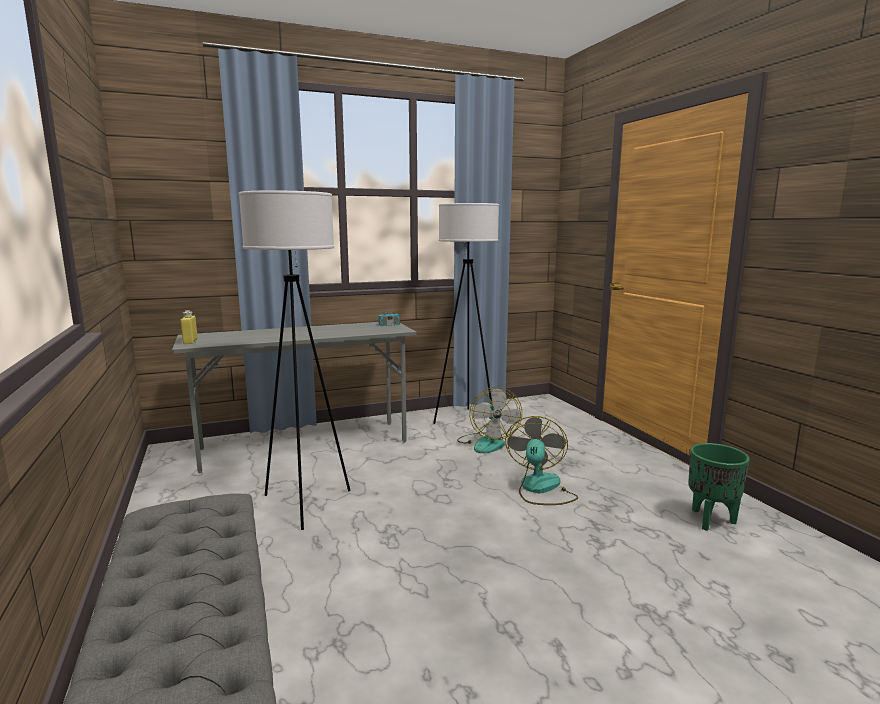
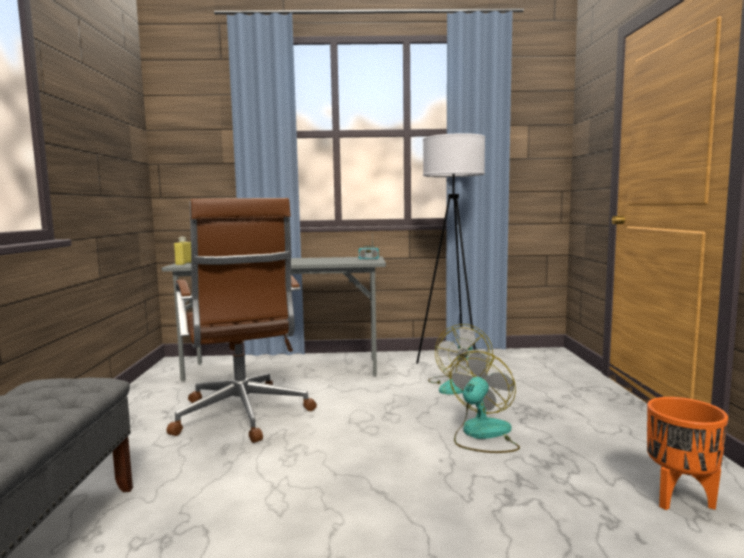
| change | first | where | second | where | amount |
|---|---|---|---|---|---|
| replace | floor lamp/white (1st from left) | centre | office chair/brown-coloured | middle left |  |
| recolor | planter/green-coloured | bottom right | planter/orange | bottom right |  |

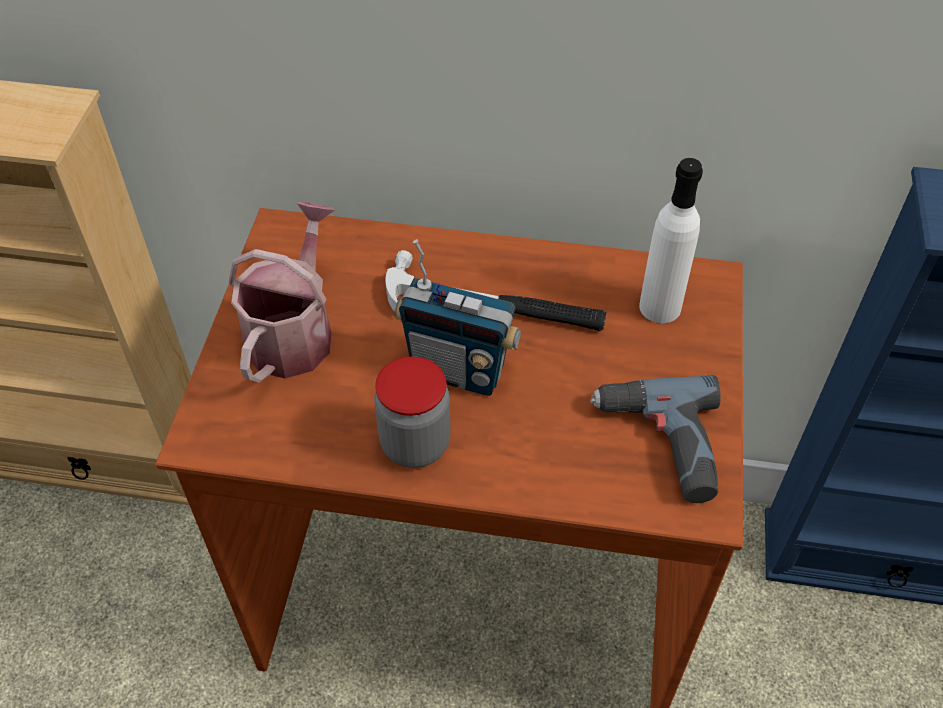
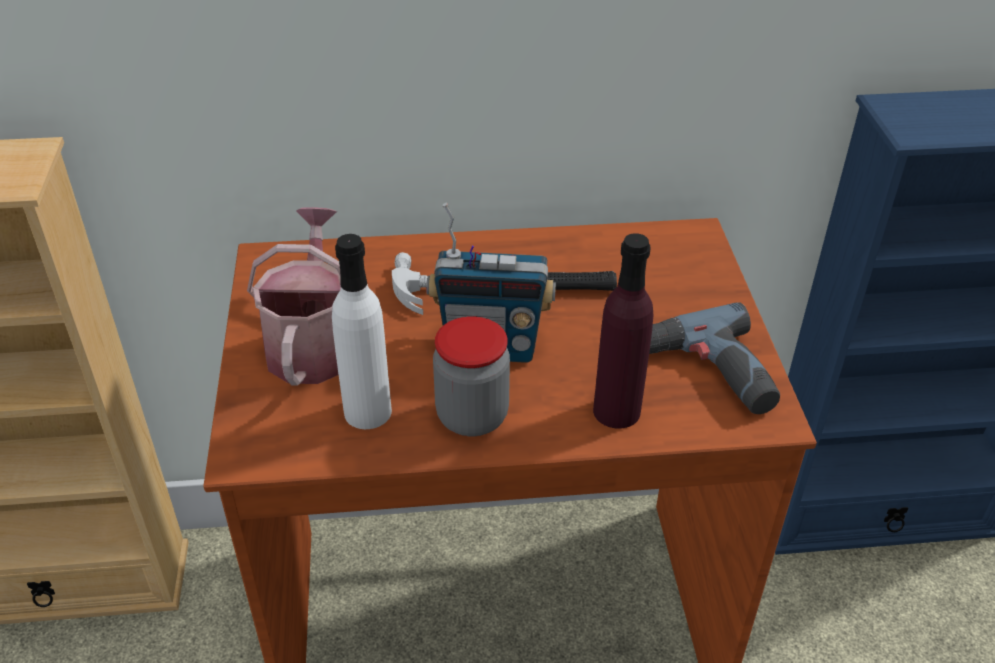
| change | first | where | second | where | amount |
|---|---|---|---|---|---|
| insert |  |  | beverage bottle/purple-coloured | centre |  |
| move | beverage bottle/white | middle right |  | centre |  |

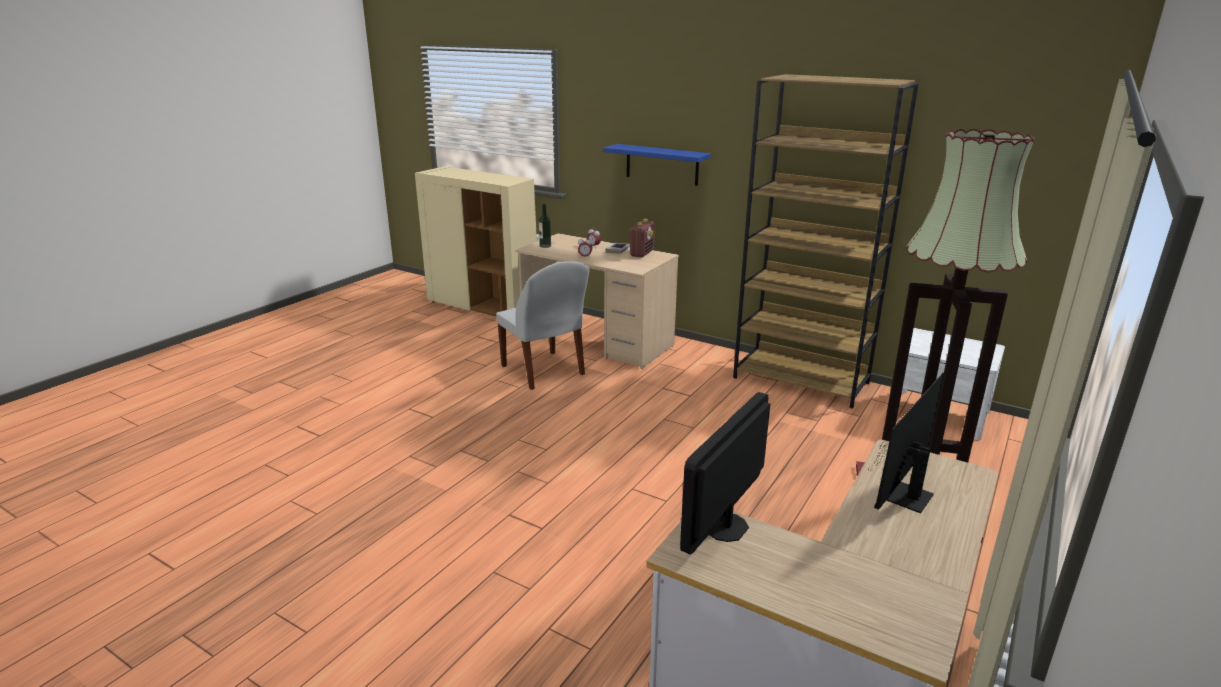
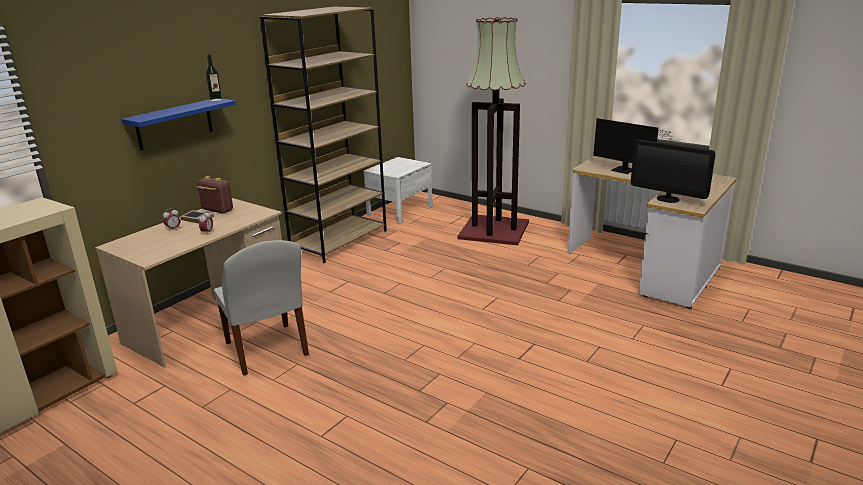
| change | first | where | second | where | amount |
|---|---|---|---|---|---|
| move | beverage bottle | top centre |  | top left |  |
| rotate | plain chair/white | centre |  | middle left | 90 degrees clockwise |

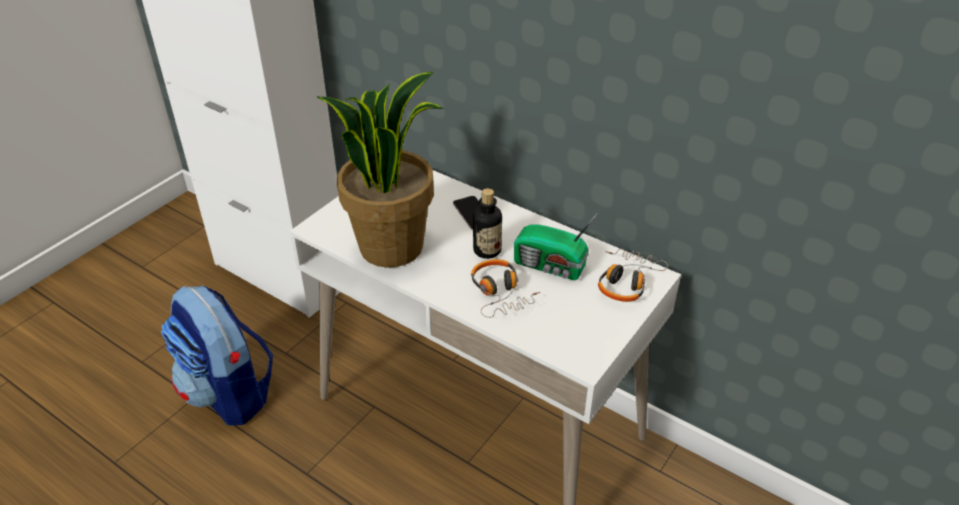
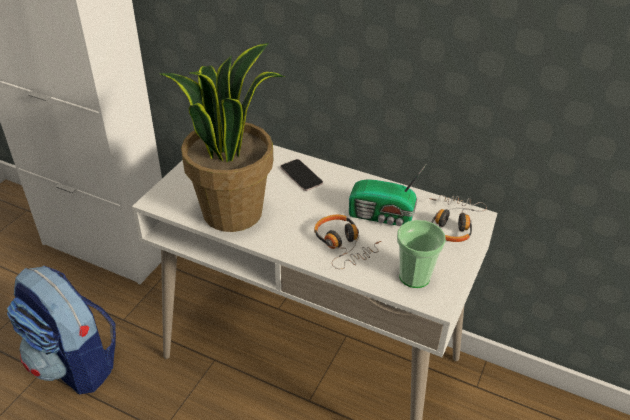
| change | first | where | second | where | amount |
|---|---|---|---|---|---|
| delete | beverage bottle | centre |  |  |  |
| insert |  |  | drinking cup | middle right |  |

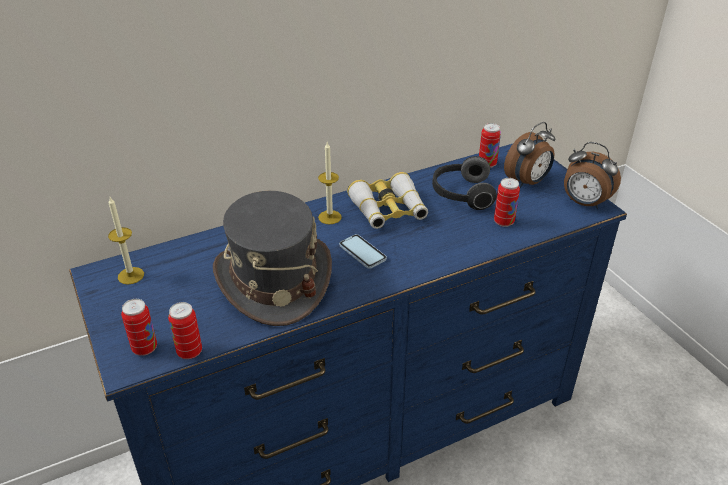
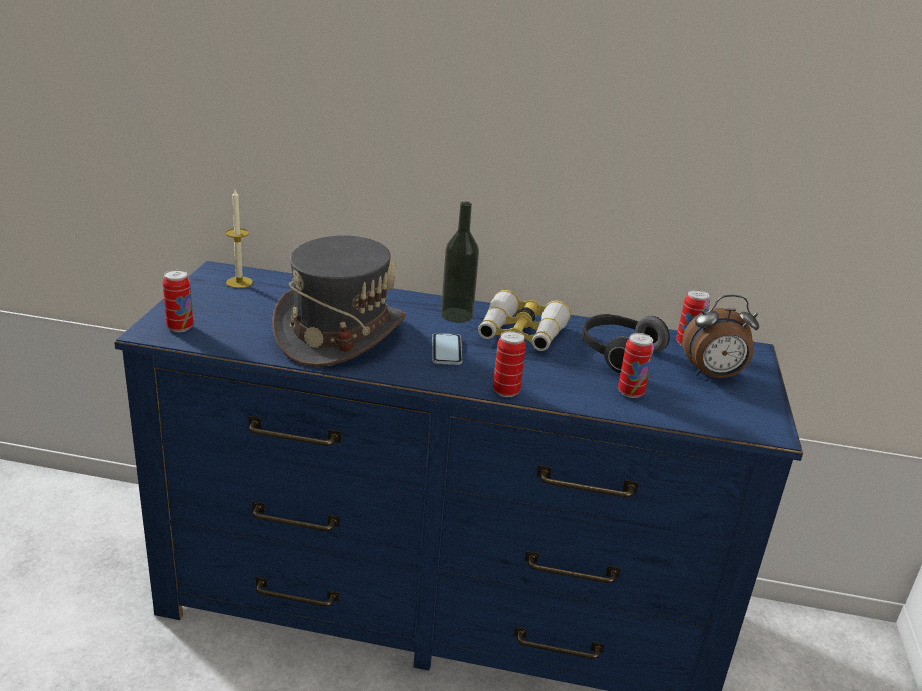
| change | first | where | second | where | amount |
|---|---|---|---|---|---|
| delete | table clock (2nd from left) | middle right |  |  |  |
| move | metal can (2nd from left) | bottom left |  | centre |  |
| replace | candle (2nd from left) | centre | beverage bottle | centre |  |

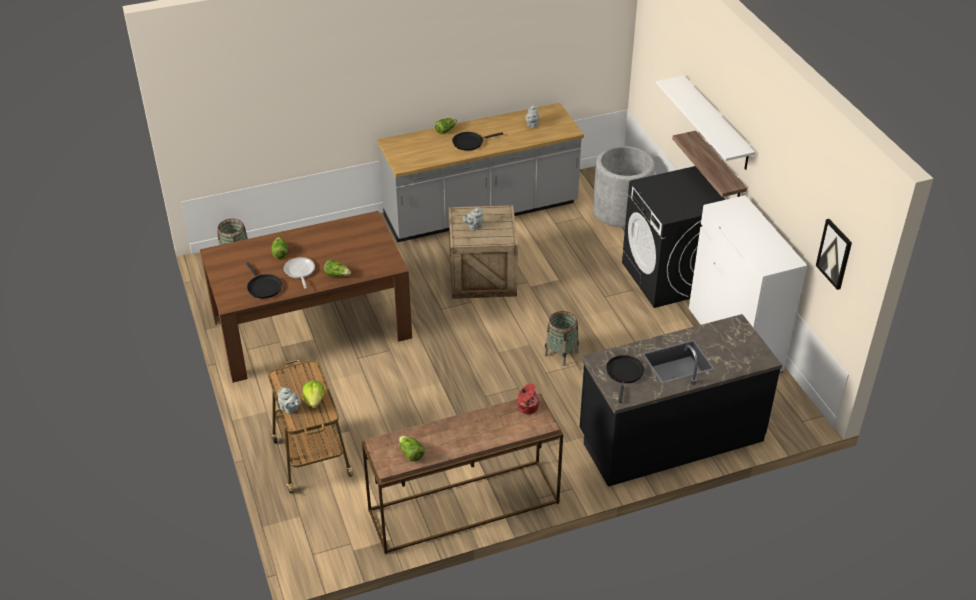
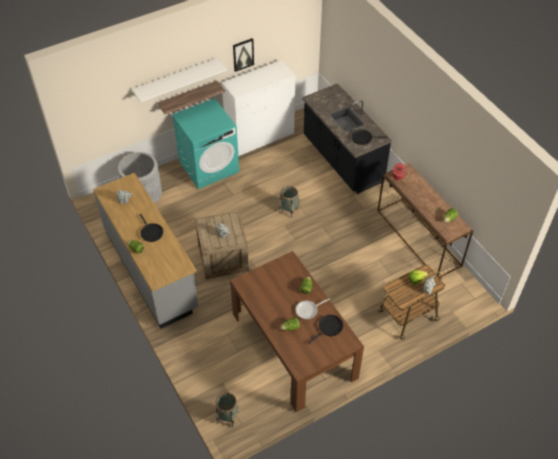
| change | first | where | second | where | amount |
|---|---|---|---|---|---|
| move | wall art | middle right |  | top centre |  |
| recolor | laundry machine/black-coloured | middle right | laundry machine/turquoise | top centre |  |

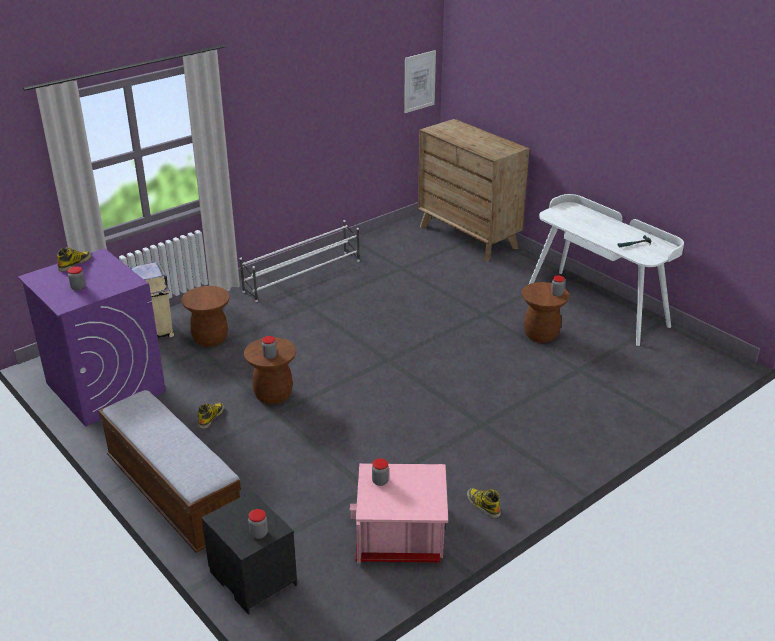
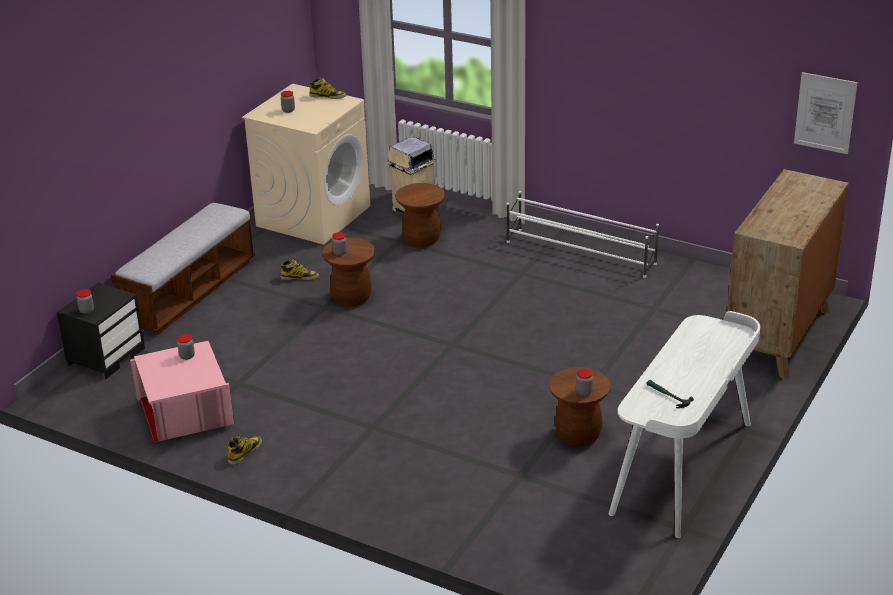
| change | first | where | second | where | amount |
|---|---|---|---|---|---|
| recolor | laundry machine/purple-coloured | middle left | laundry machine/beige | top centre |  |

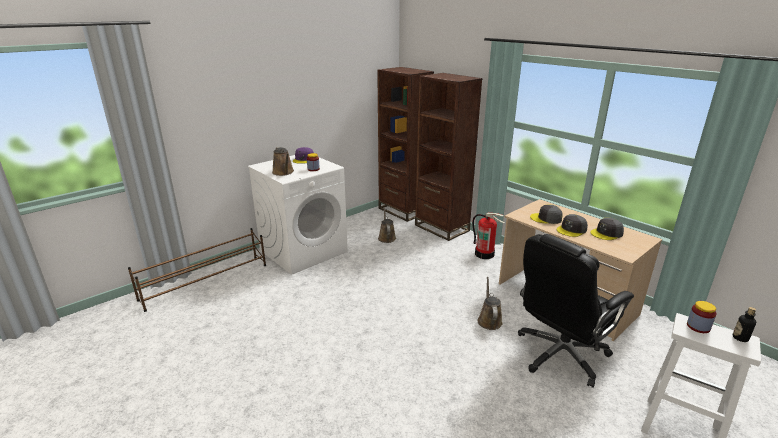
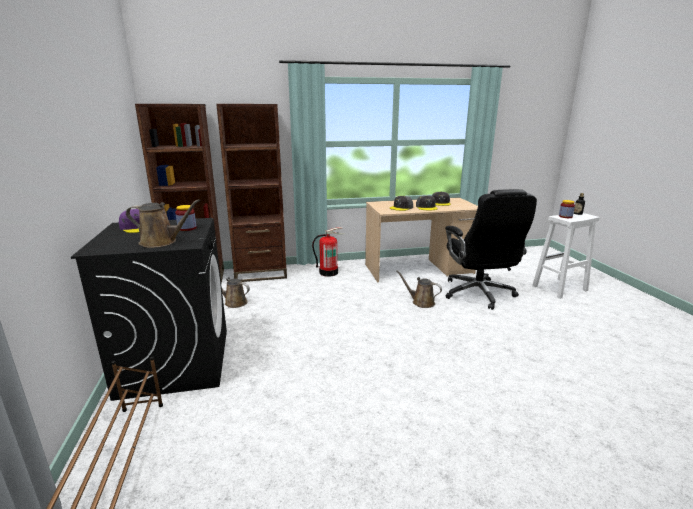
| change | first | where | second | where | amount |
|---|---|---|---|---|---|
| recolor | laundry machine/white | centre | laundry machine/black-coloured | middle left |  |

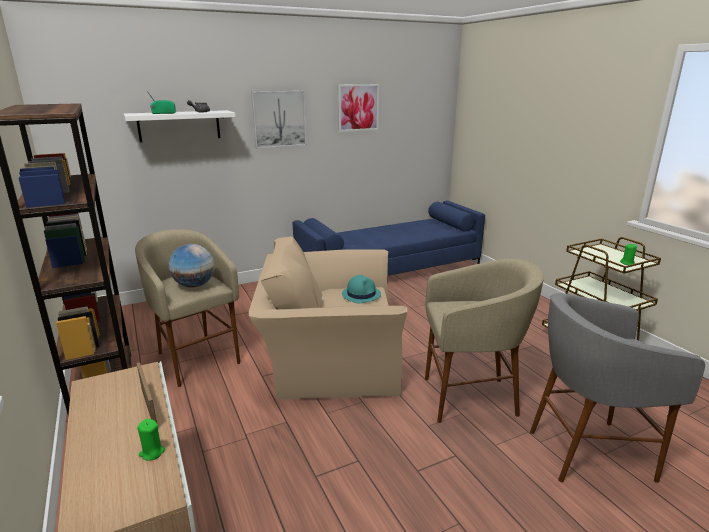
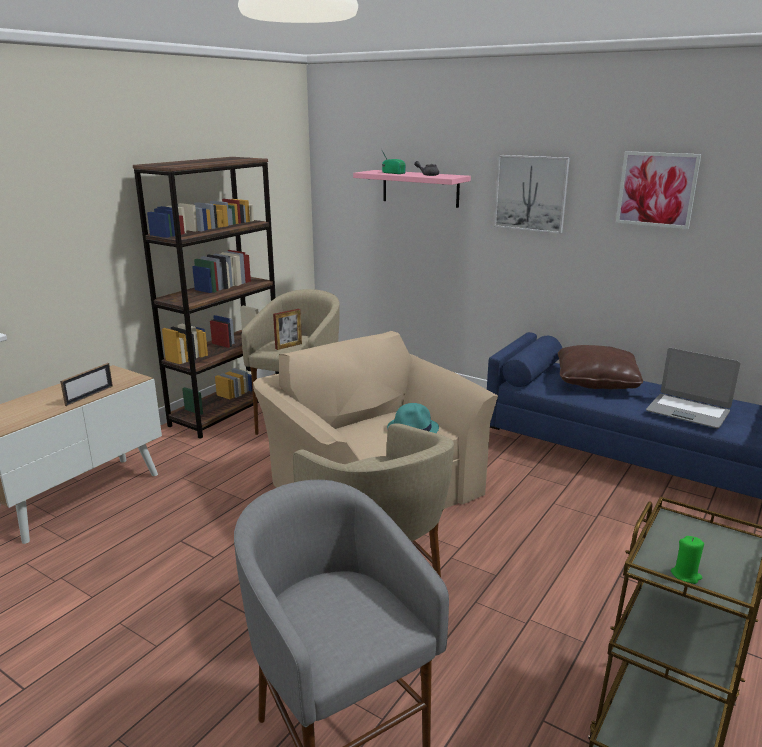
| change | first | where | second | where | amount |
|---|---|---|---|---|---|
| delete | candle/green-coloured (1st from left) | bottom left |  |  |  |
| insert |  |  | pillow/brown-coloured | middle right |  |
| insert |  |  | notebook computer | middle right |  |
| replace | world globe | middle left | standing frame (2nd from left) | centre |  |
| recolor | bracket shelf/white | top left | bracket shelf/pink | top centre |  |

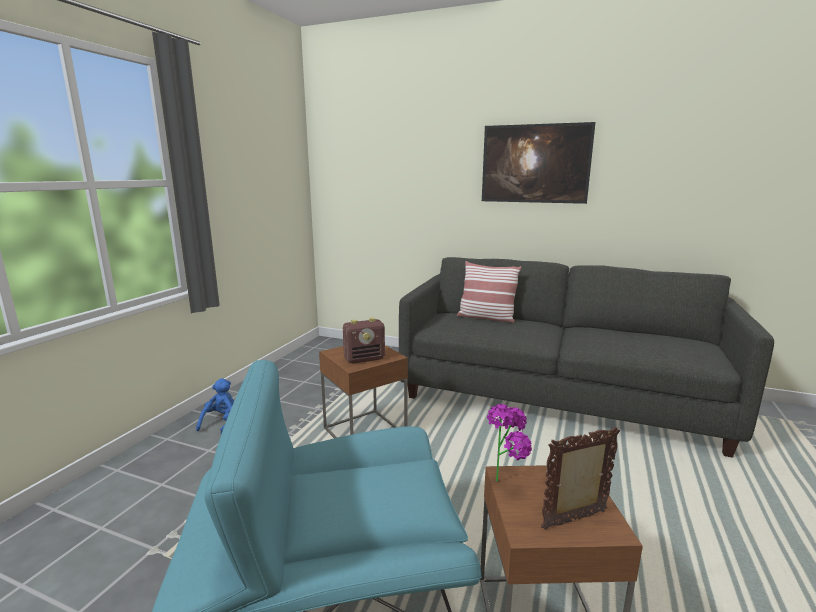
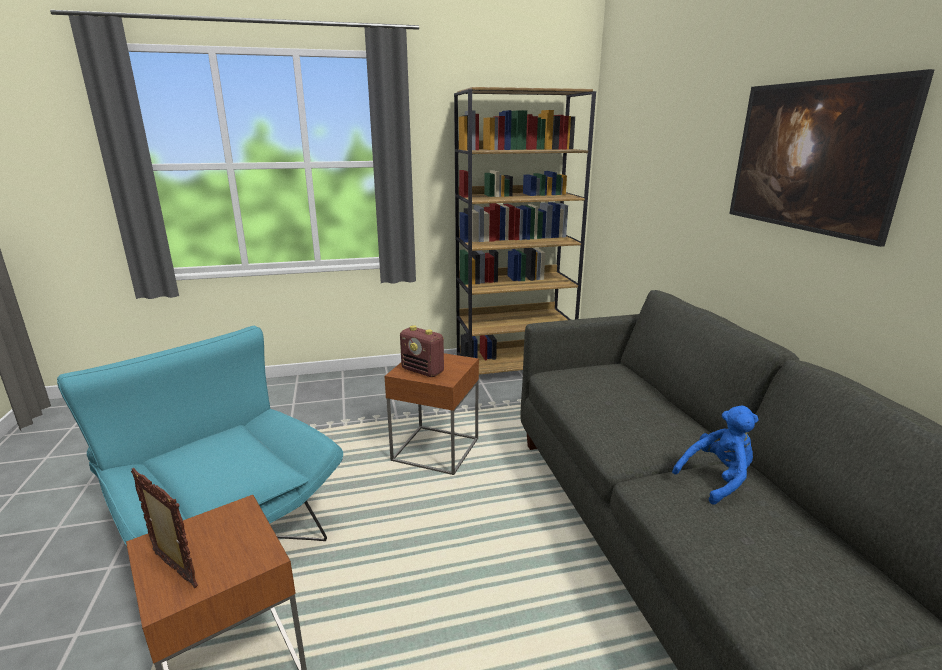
| change | first | where | second | where | amount |
|---|---|---|---|---|---|
| delete | pillow | centre |  |  |  |
| delete | plant in a pot | bottom centre |  |  |  |
| insert |  |  | bookshelf/brown-coloured | centre |  |
| move | plush toy/bluish | middle left |  | bottom right |  |

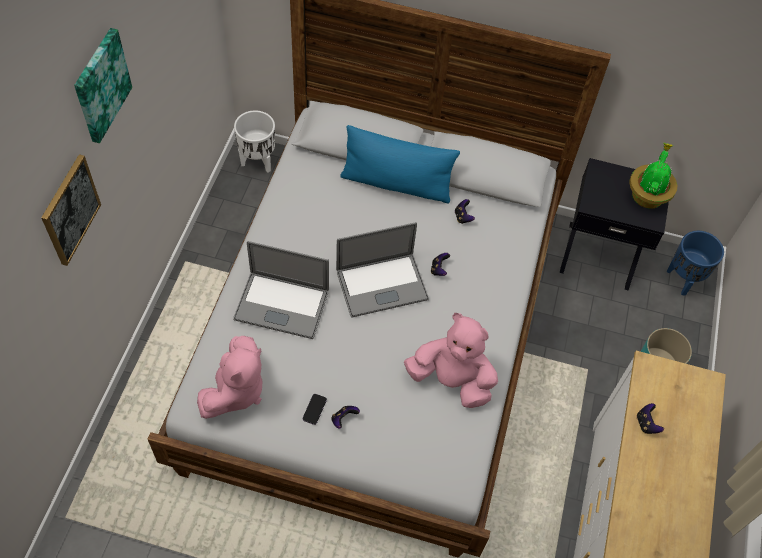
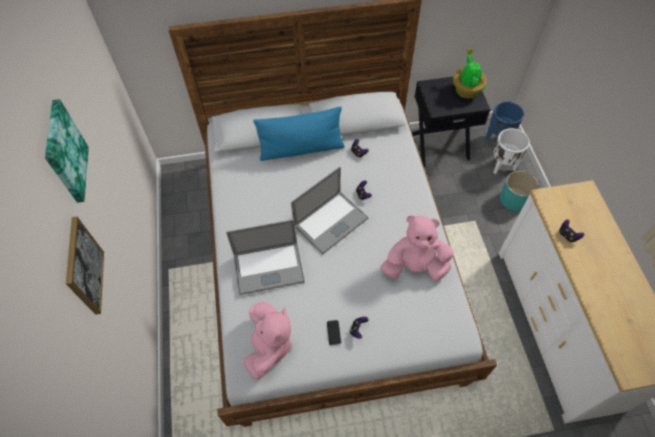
| change | first | where | second | where | amount |
|---|---|---|---|---|---|
| move | planter/white | top centre |  | middle right |  |

